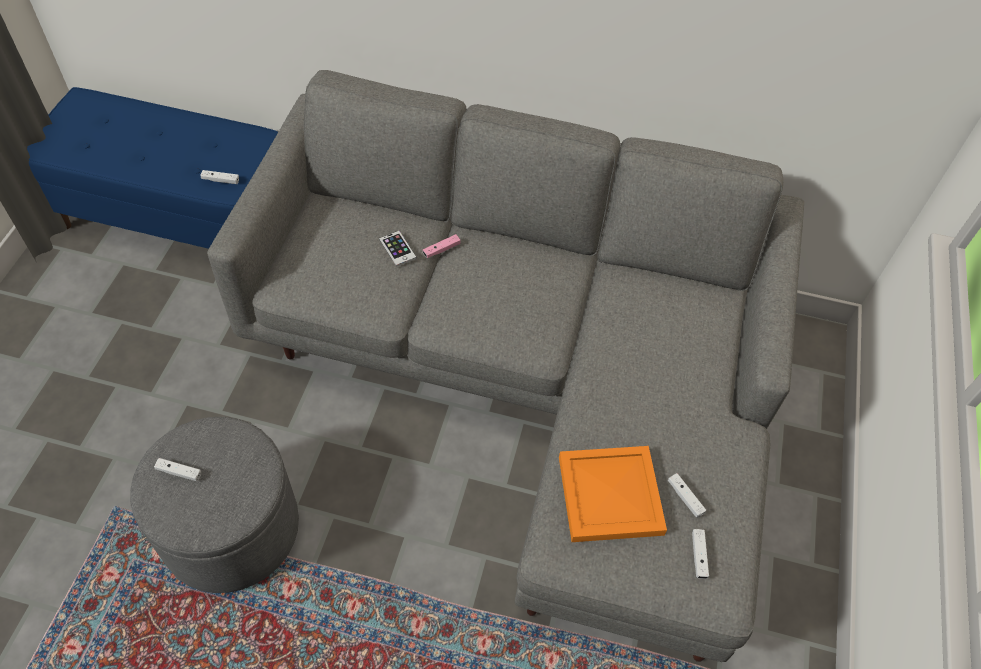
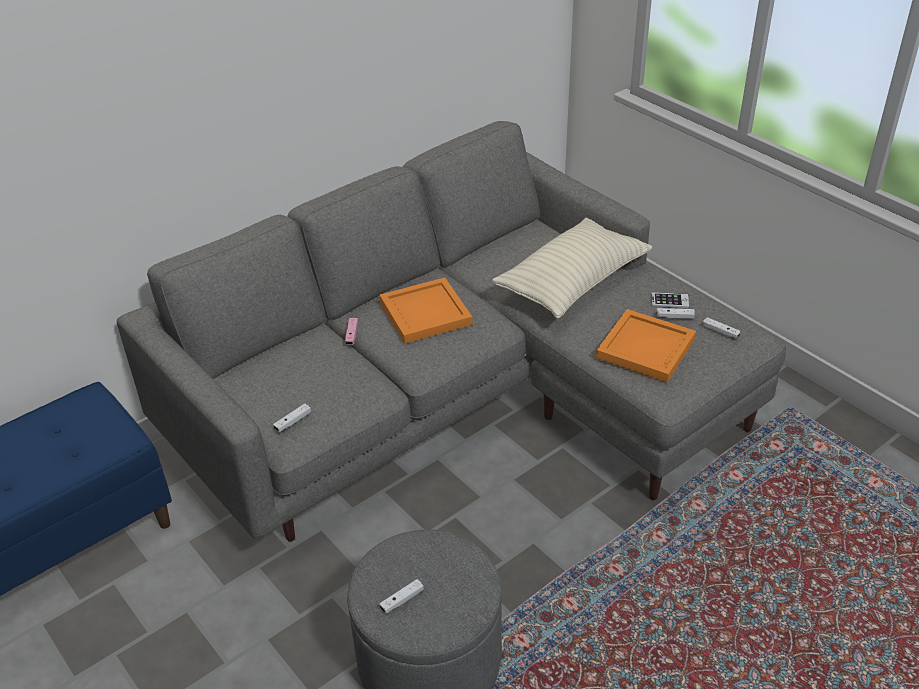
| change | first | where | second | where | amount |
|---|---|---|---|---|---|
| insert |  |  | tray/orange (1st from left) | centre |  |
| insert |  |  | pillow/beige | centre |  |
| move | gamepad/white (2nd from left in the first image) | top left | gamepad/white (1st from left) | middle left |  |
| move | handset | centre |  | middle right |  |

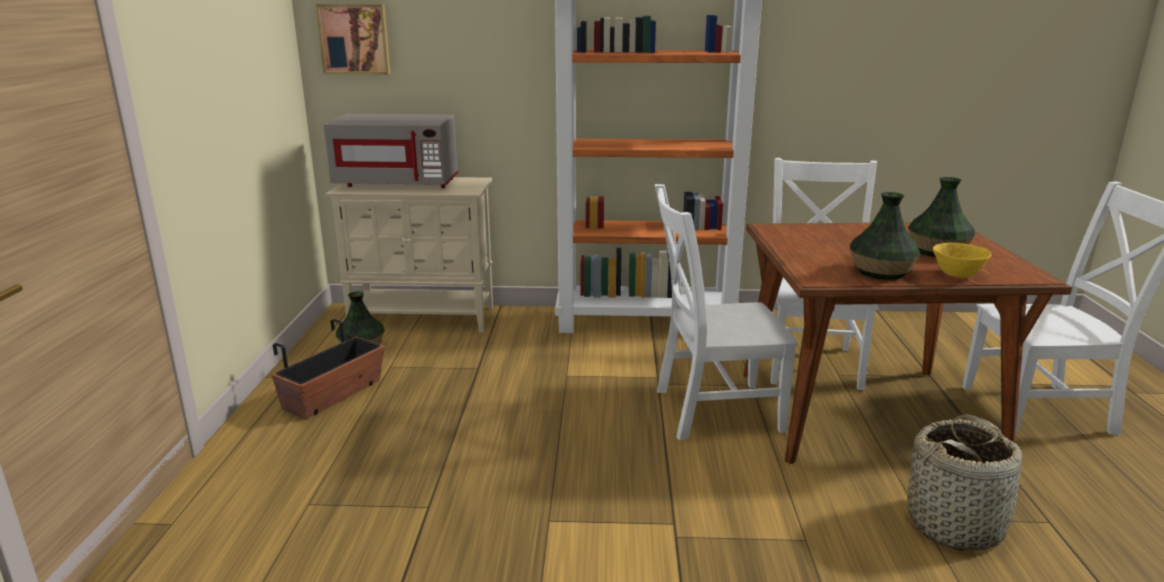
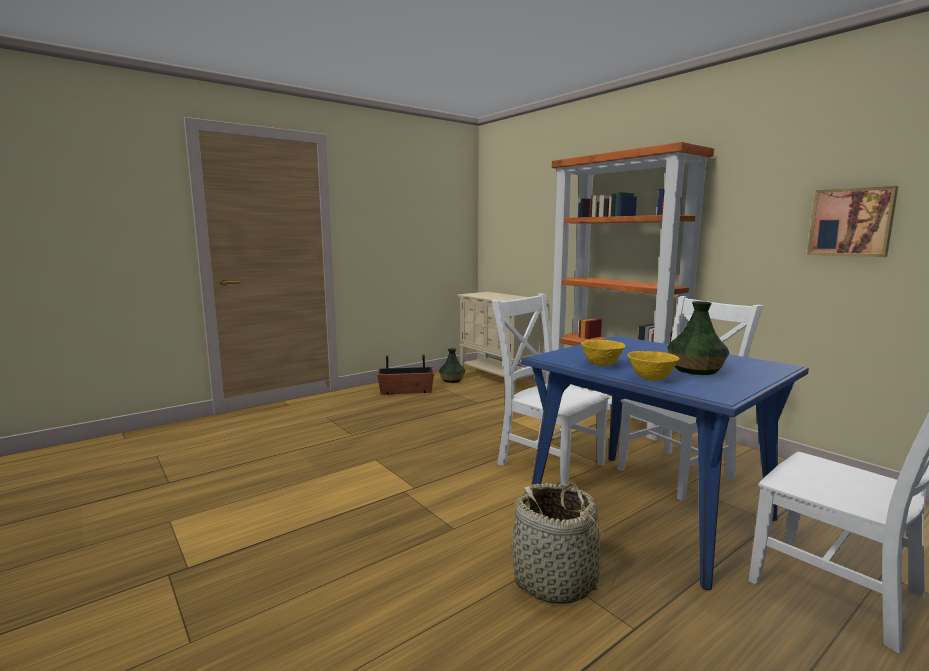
| change | first | where | second | where | amount |
|---|---|---|---|---|---|
| delete | kitchen microwave/grey | top centre |  |  |  |
| move | wall art | top left |  | top right |  |
| replace | flower vase (2nd from left) | middle right | bowl/yellow (1st from left) | centre |  |
| recolor | dining table/brown-coloured | middle right | dining table/bluish | bottom right |  |

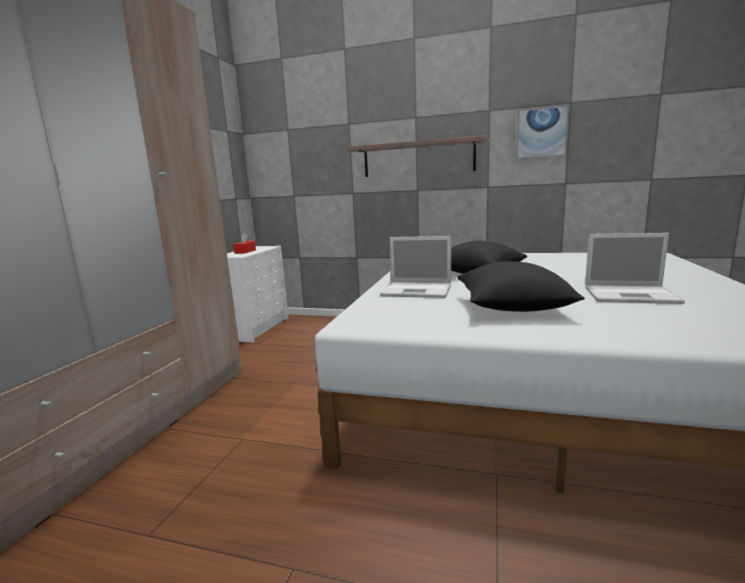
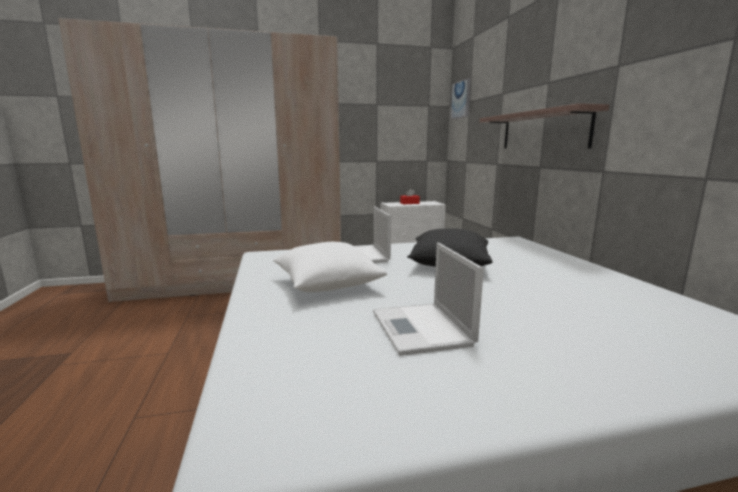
| change | first | where | second | where | amount |
|---|---|---|---|---|---|
| move | wall art | top right |  | top centre |  |
| recolor | pillow/black-coloured (2nd from left) | middle right | pillow/white | centre |  |

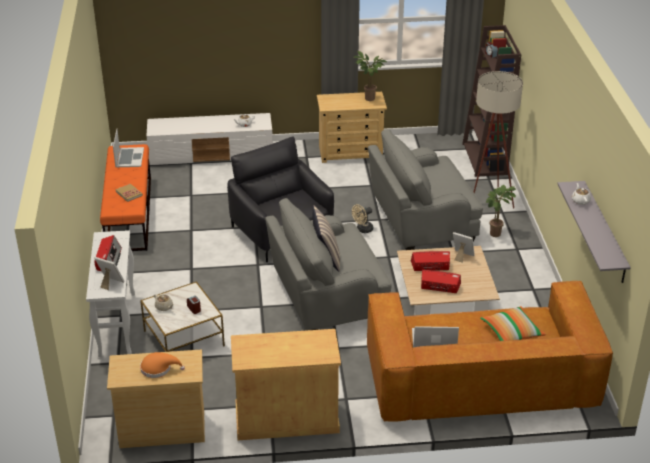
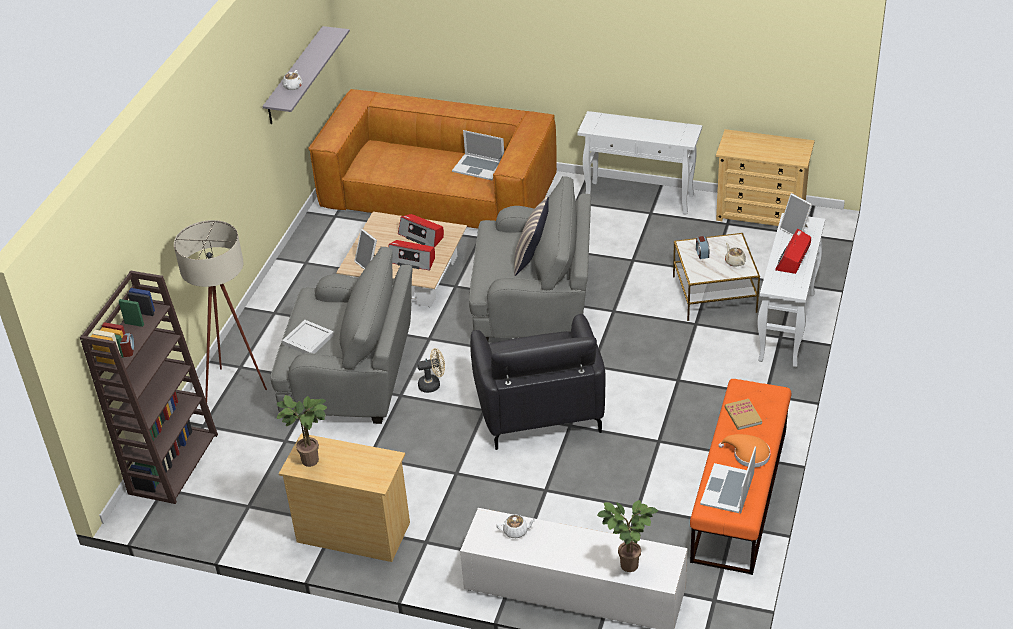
| change | first | where | second | where | amount |
|---|---|---|---|---|---|
| delete | pillow (2nd from left) | bottom right |  |  |  |
| insert |  |  | tray/white | middle left |  |
| move | clothing hat/orange | bottom left |  | bottom right |  |
| move | plant in a pot (2nd from left) | middle right |  | bottom centre |  |
| replace | storage cabinet/beige | bottom centre | console table/white (1st from left) | top centre |  |

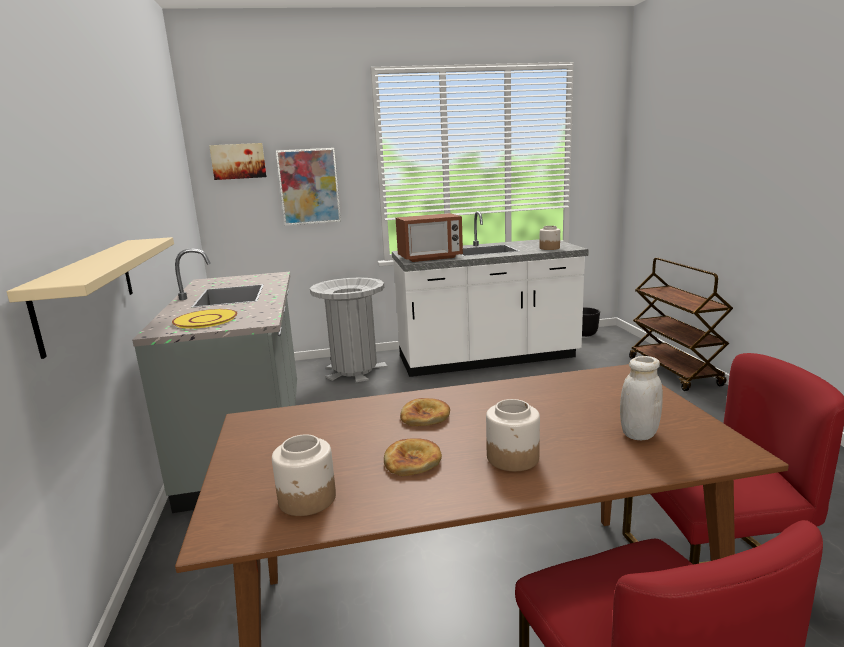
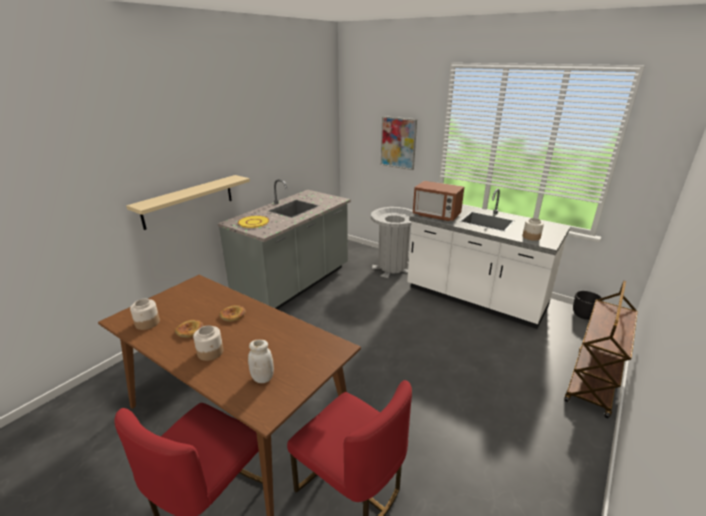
| change | first | where | second | where | amount |
|---|---|---|---|---|---|
| delete | wall art (1st from left) | top left |  |  |  |

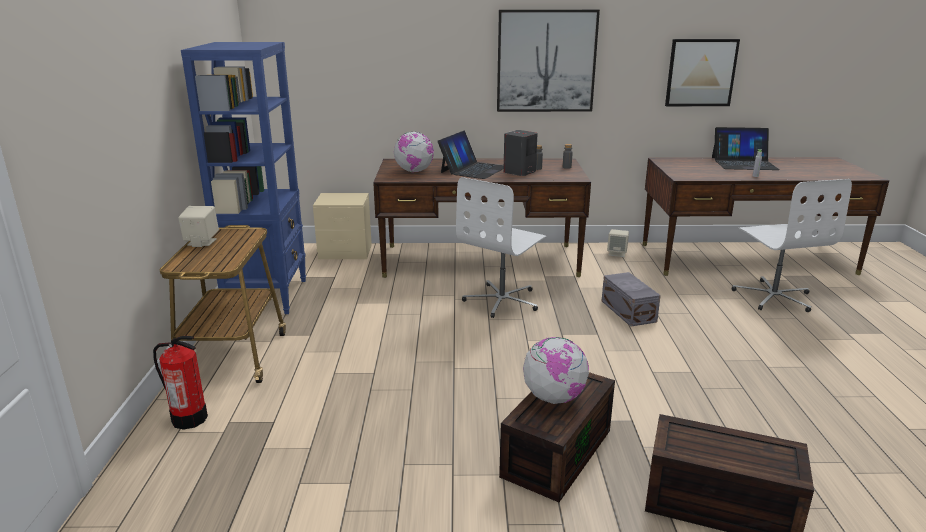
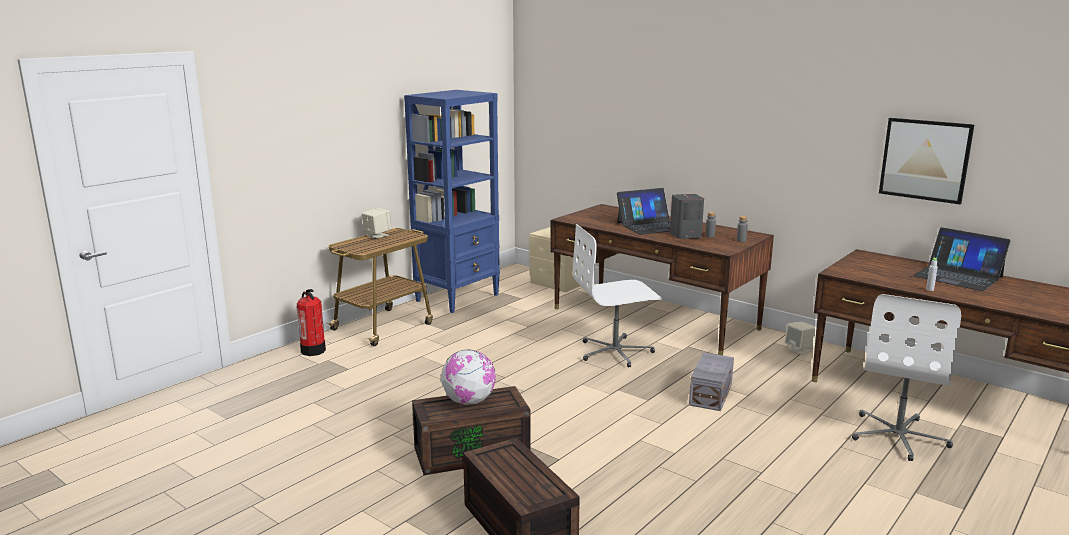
| change | first | where | second | where | amount |
|---|---|---|---|---|---|
| delete | world globe (1st from left) | top centre |  |  |  |
| delete | wall art (1st from left) | top centre |  |  |  |

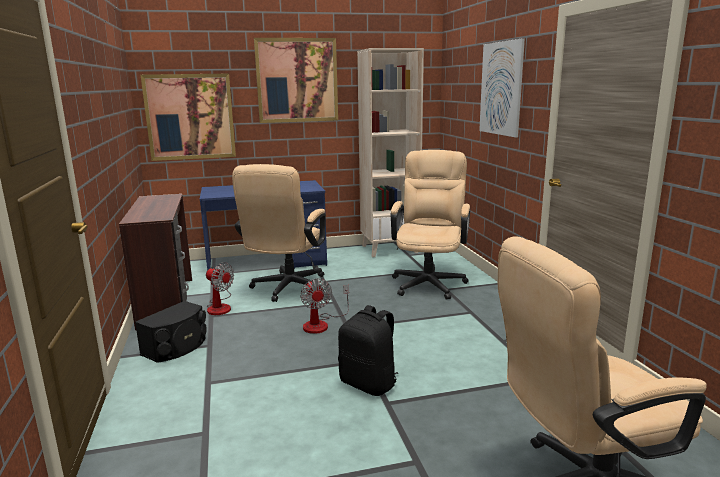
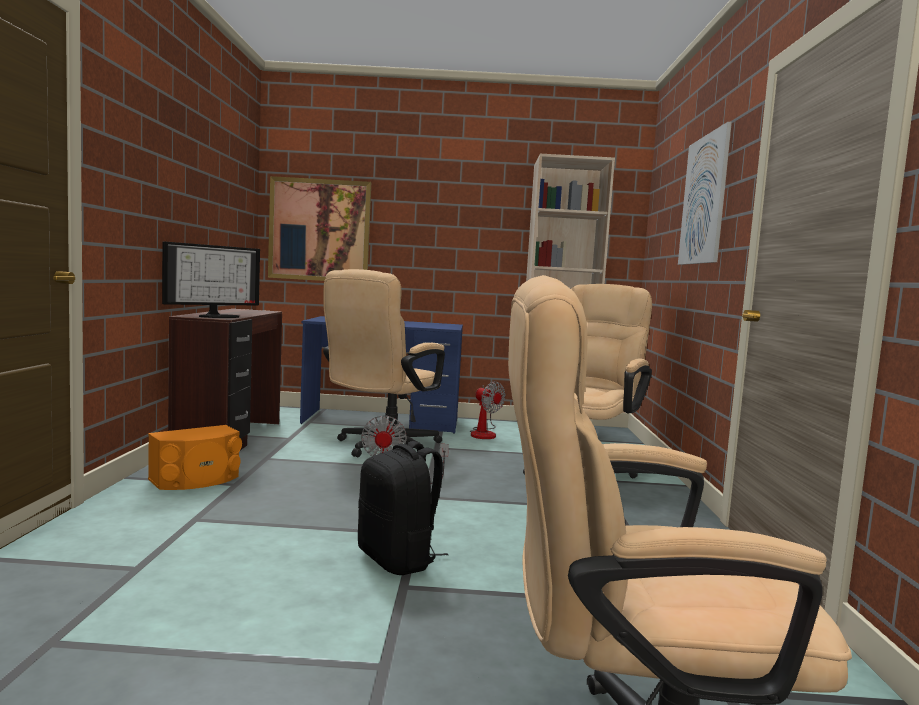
| change | first | where | second | where | amount |
|---|---|---|---|---|---|
| delete | wall art (2nd from left) | top centre |  |  |  |
| insert |  |  | computer display | middle left |  |
| move | electric fan (1st from left in the first image) | middle left | electric fan (2nd from left) | centre |  |
| recolor | audio speaker/black-coloured | bottom left | audio speaker/orange | middle left |  |

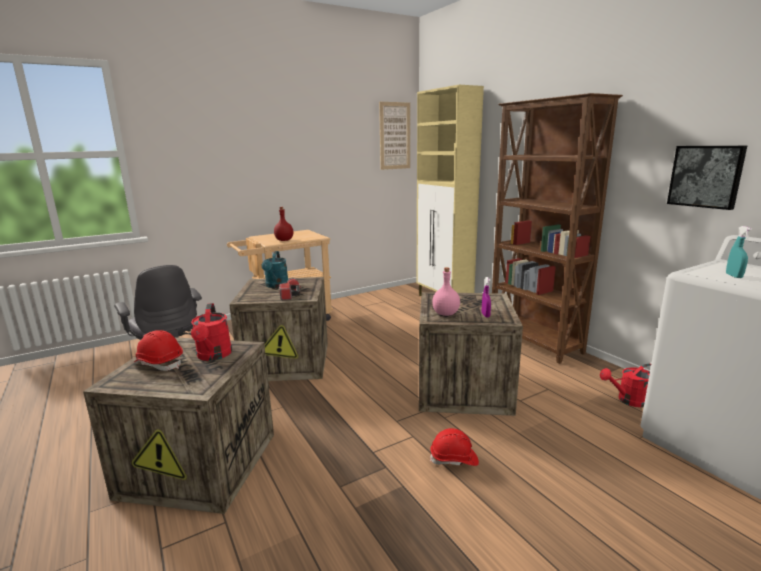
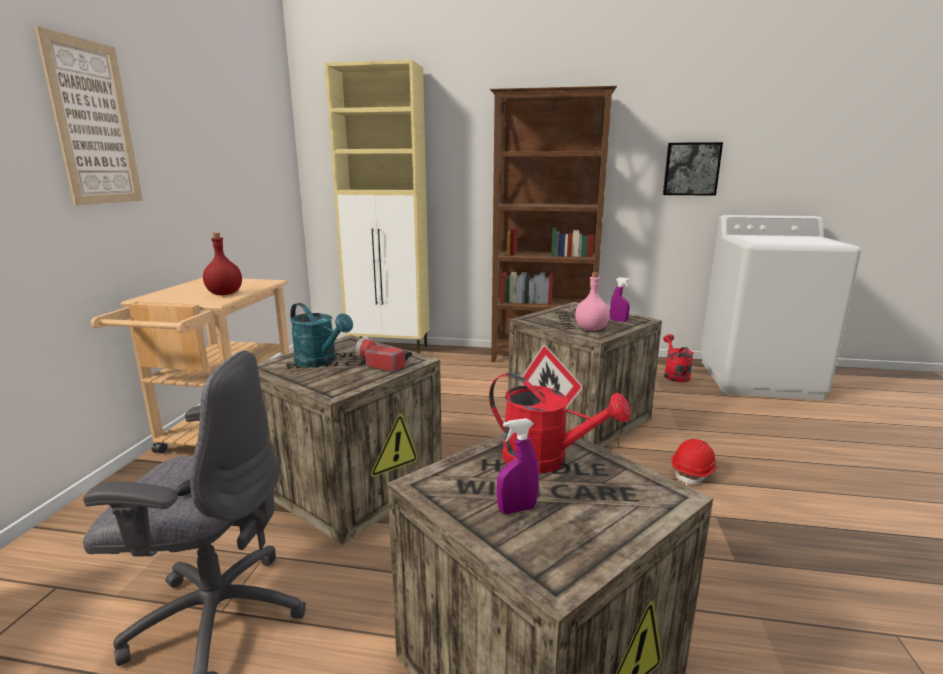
| change | first | where | second | where | amount |
|---|---|---|---|---|---|
| delete | sprayer/turquoise | middle right |  |  |  |
| move | wall art (1st from left) | top centre |  | top left |  |
| replace | hard hat/red-coloured (1st from left) | middle left | sprayer/purple-coloured (1st from left) | bottom centre |  |
| rotate | sprinkling can/red-coloured (2nd from left) | bottom right |  | middle right | 150 degrees clockwise |

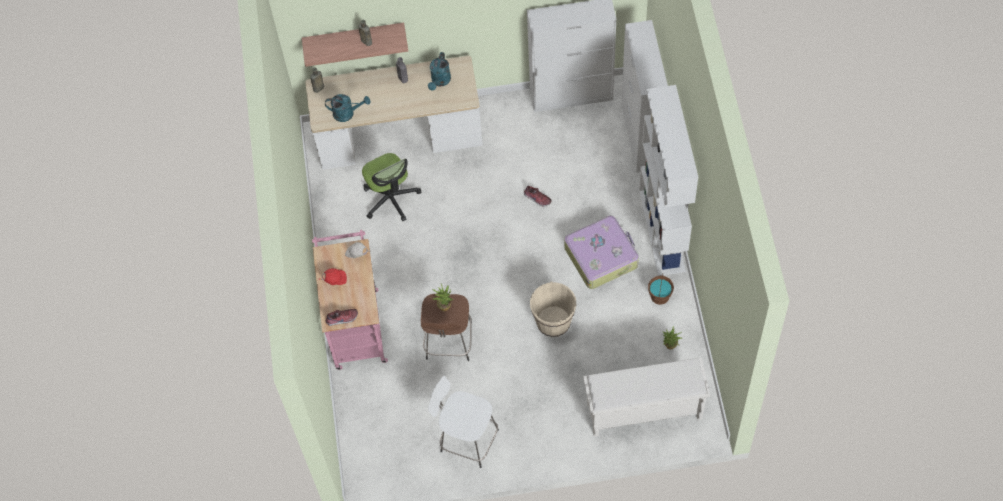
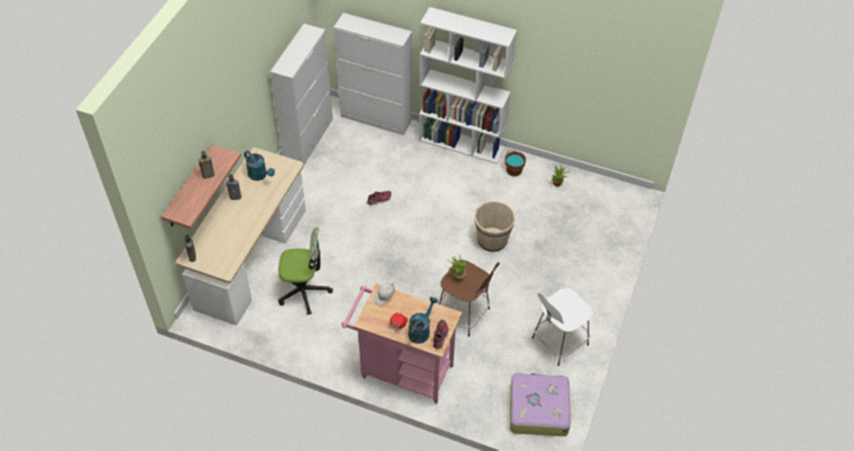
| change | first | where | second | where | amount |
|---|---|---|---|---|---|
| delete | shoe shelf/white | bottom centre |  |  |  |
| move | sprinkling can/turquoise (1st from left in the first image) | top centre | sprinkling can/turquoise (2nd from left) | bottom centre |  |
| move | piece of luggage | centre |  | bottom centre |  |

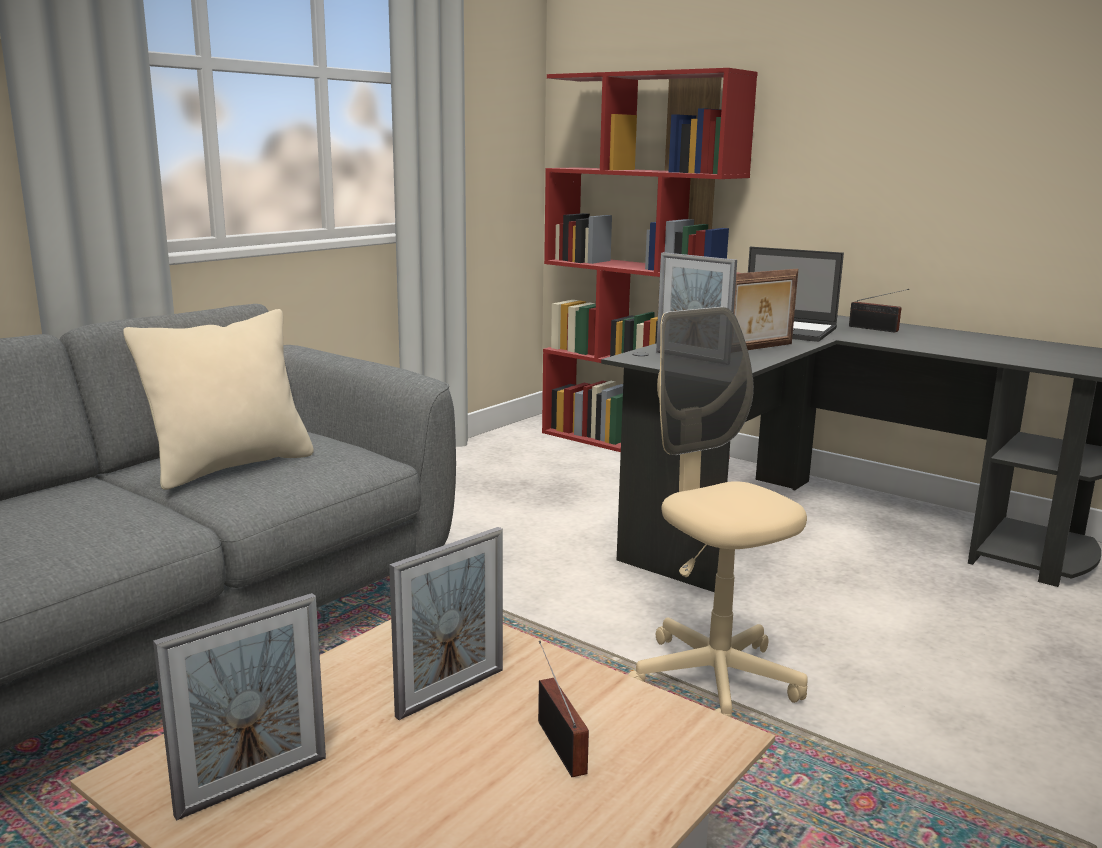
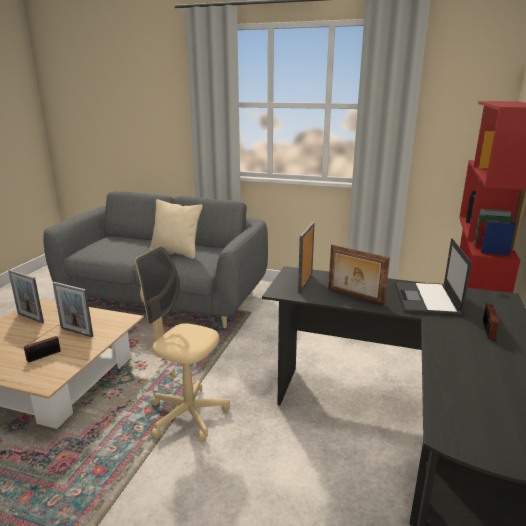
| change | first | where | second | where | amount |
|---|---|---|---|---|---|
| rotate | office chair/beige | centre |  | centre | 105 degrees counterclockwise |

